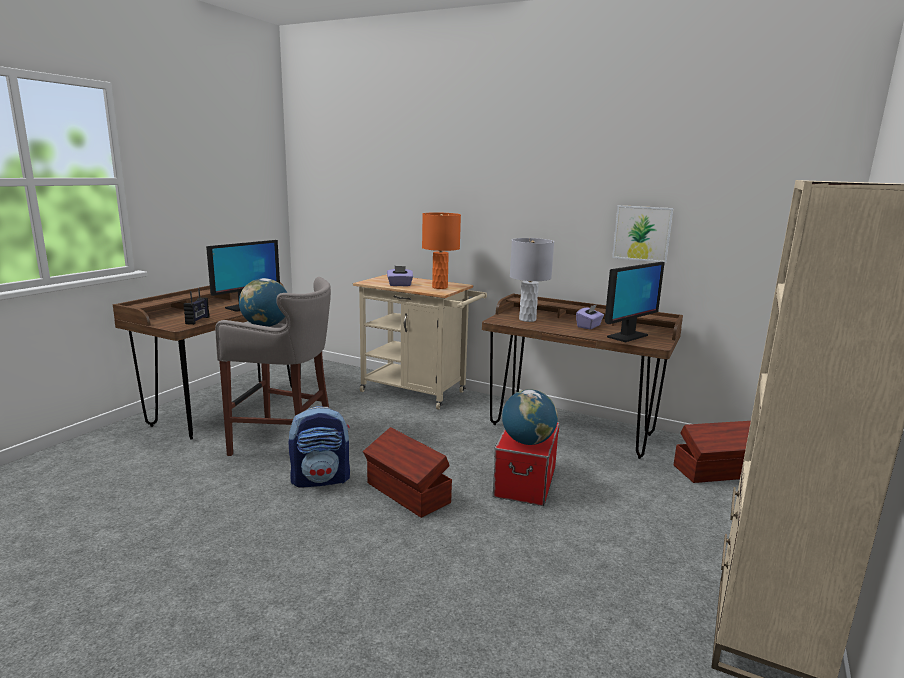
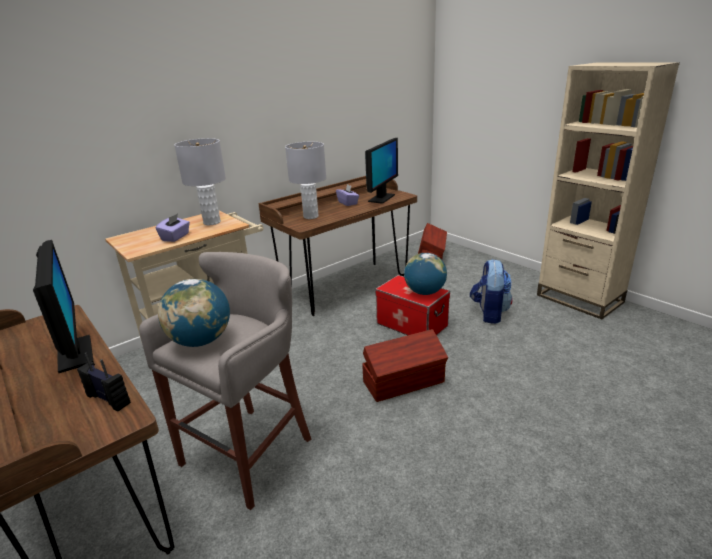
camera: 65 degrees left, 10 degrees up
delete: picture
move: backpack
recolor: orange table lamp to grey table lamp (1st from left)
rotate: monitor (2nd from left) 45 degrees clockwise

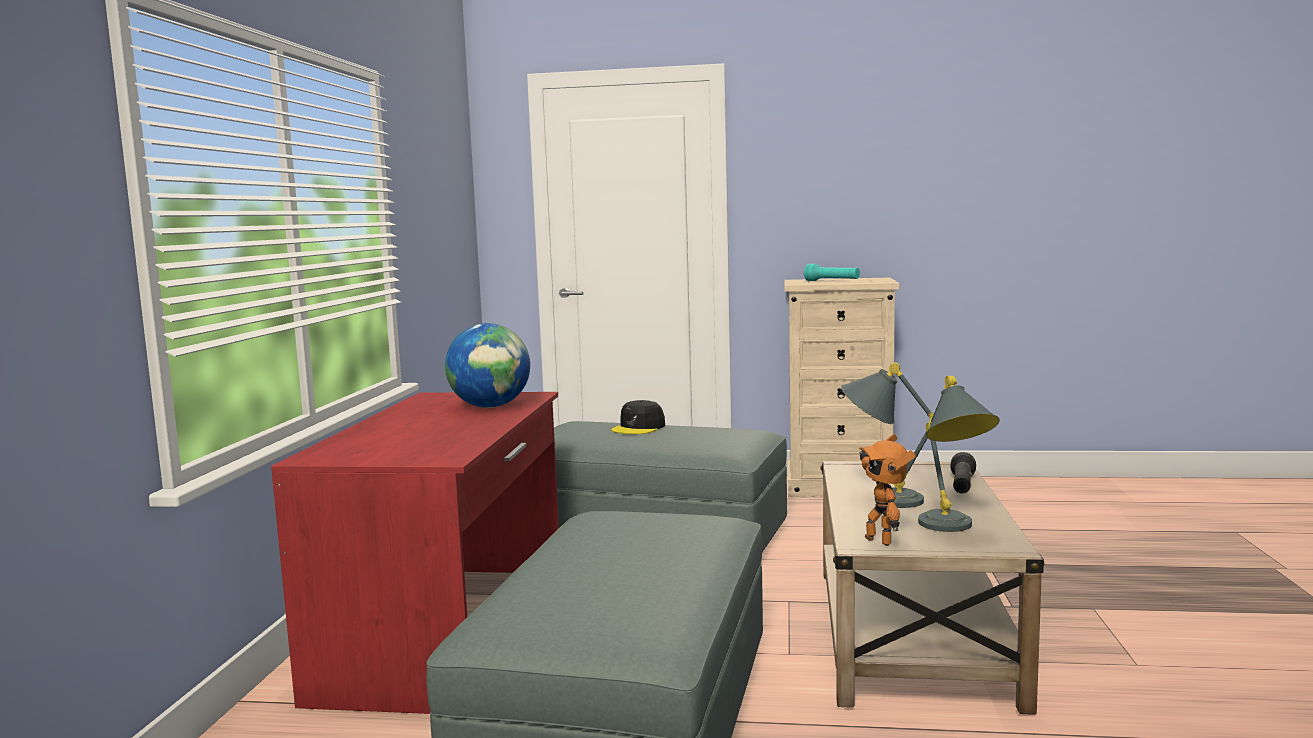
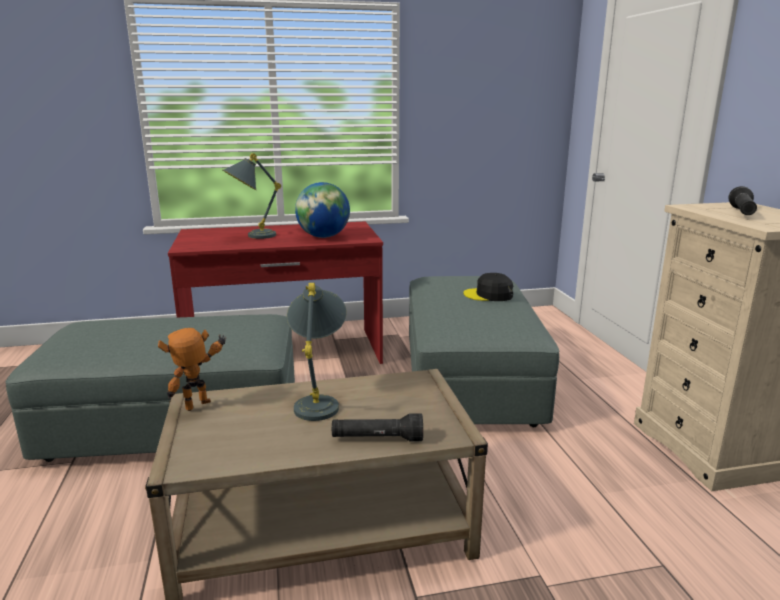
camera: 70 degrees right, 10 degrees up
move: grey table lamp (2nd from left in the first image) to grey table lamp (1st from left)
recolor: turquoise flashlight to black flashlight (2nd from left)

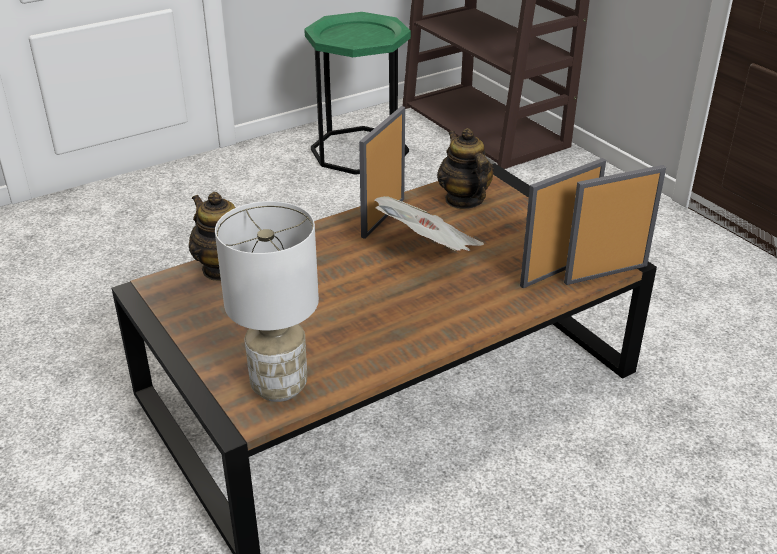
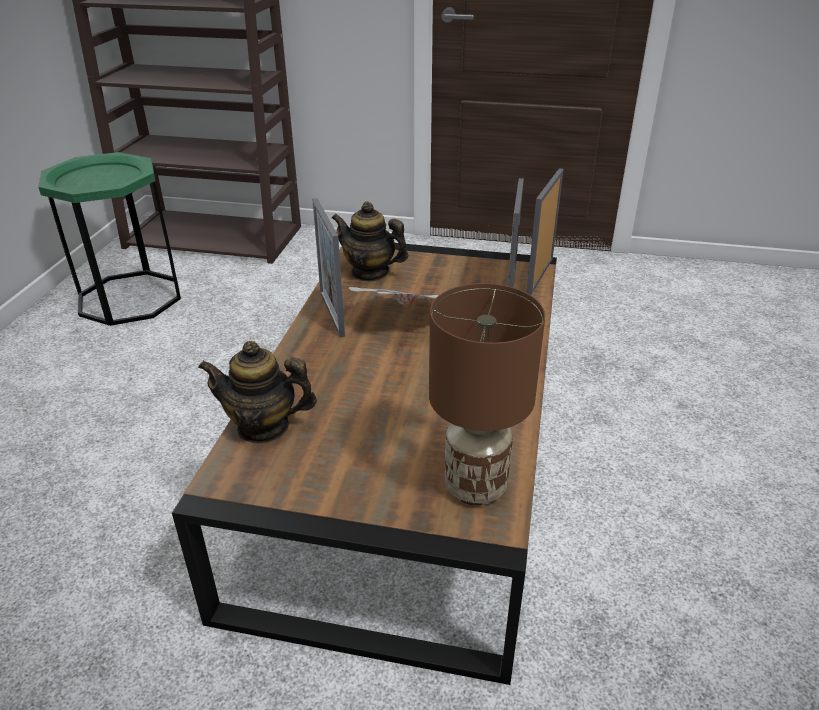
camera: 45 degrees left, 0 degrees up
recolor: white table lamp to brown table lamp

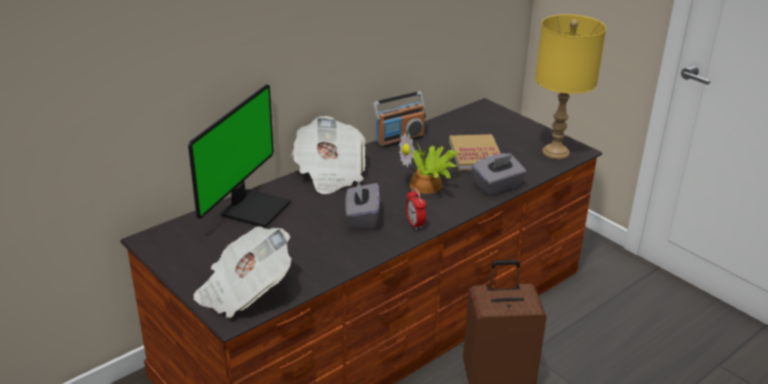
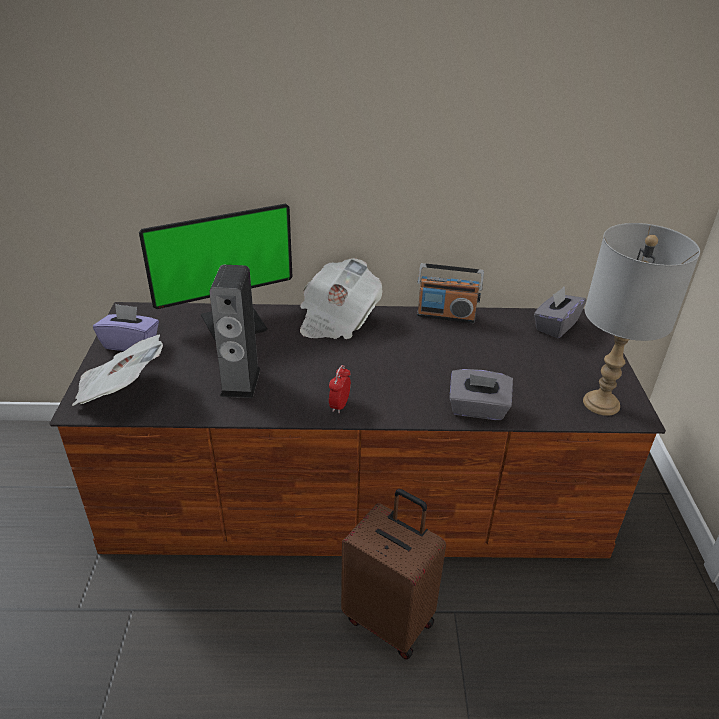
camera: 40 degrees right, 5 degrees up
delete: potted plant; book
insert: speaker; purple tissue box
move: grey tissue box (1st from left in the first image) to grey tissue box (2nd from left)
recolor: yellow table lamp to grey table lamp

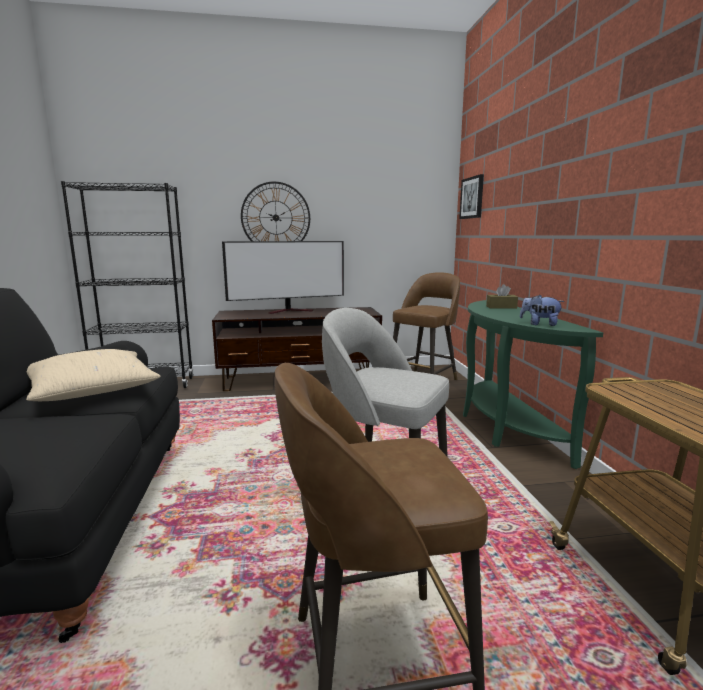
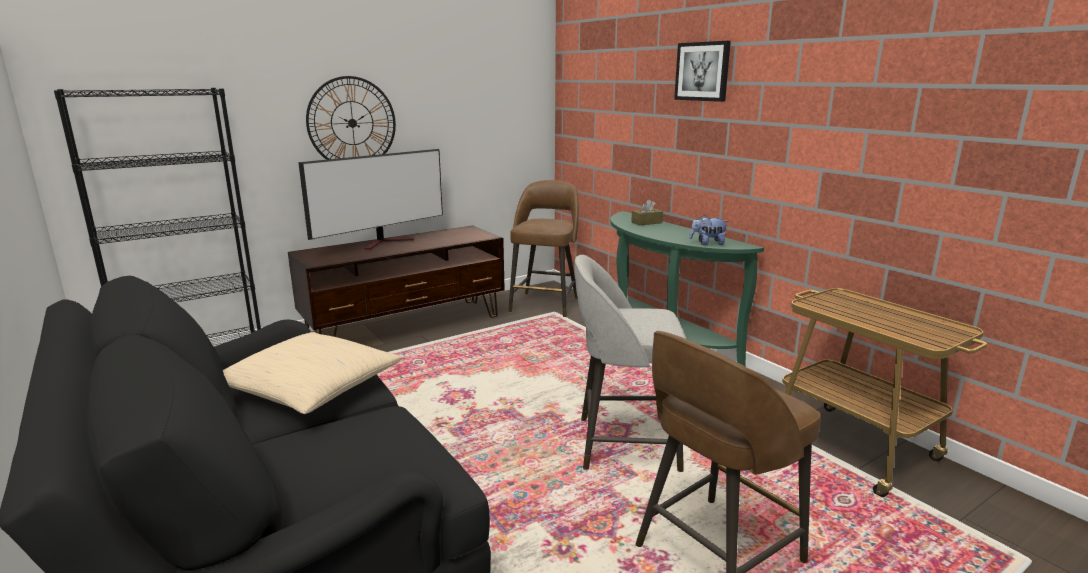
camera: 25 degrees left, 5 degrees up
move: picture

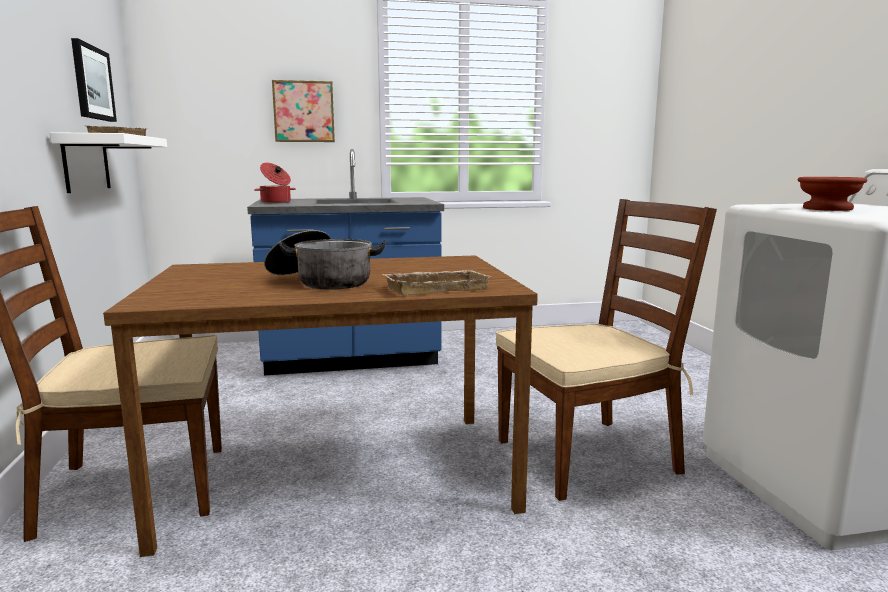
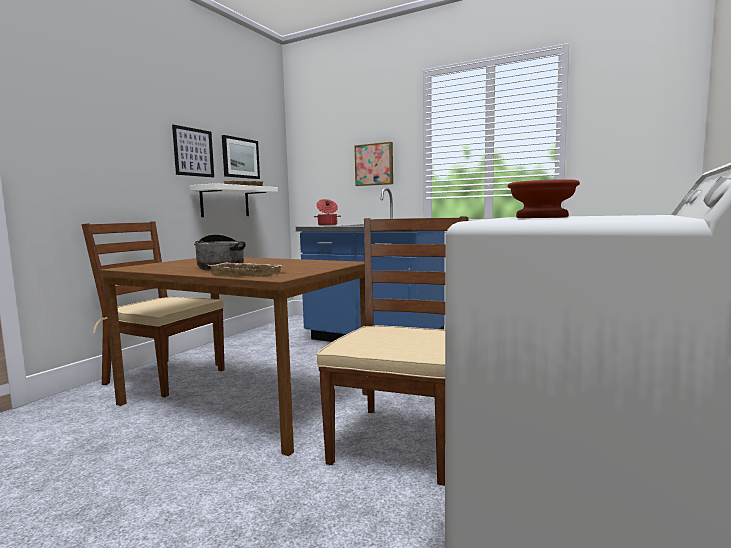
camera: 40 degrees right, 5 degrees down
insert: picture (1st from left)
rotate: brown chair (2nd from left) 90 degrees counterclockwise

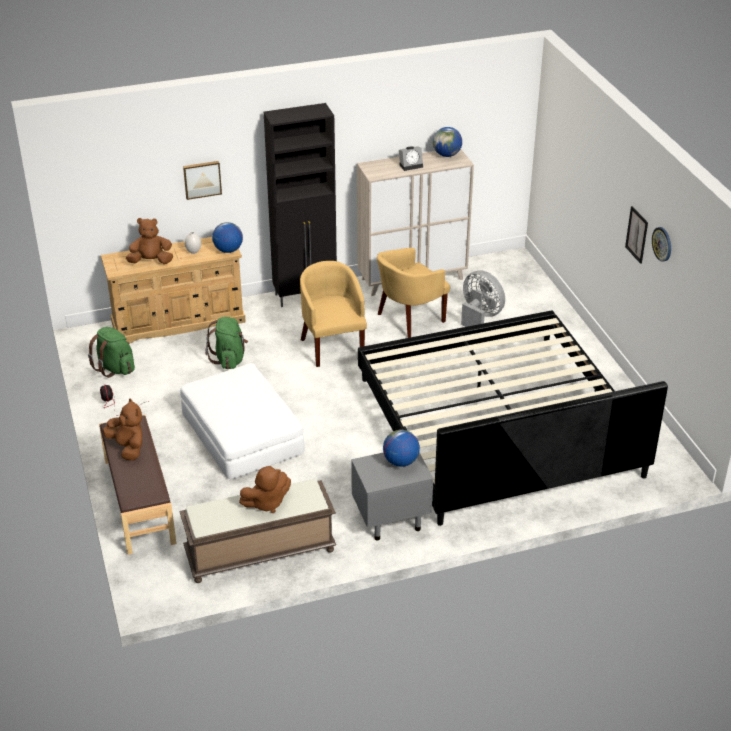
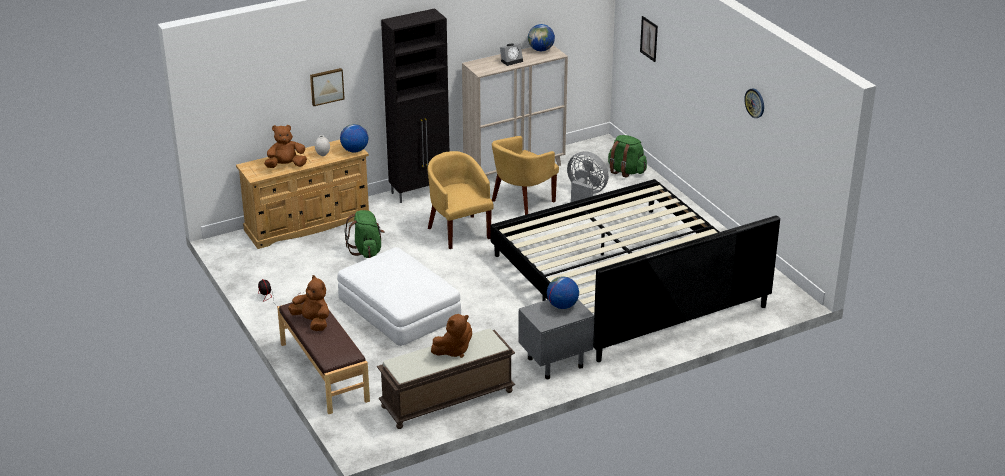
camera: 10 degrees left, 5 degrees down
move: picture (2nd from left); green backpack (1st from left in the first image) to green backpack (2nd from left)

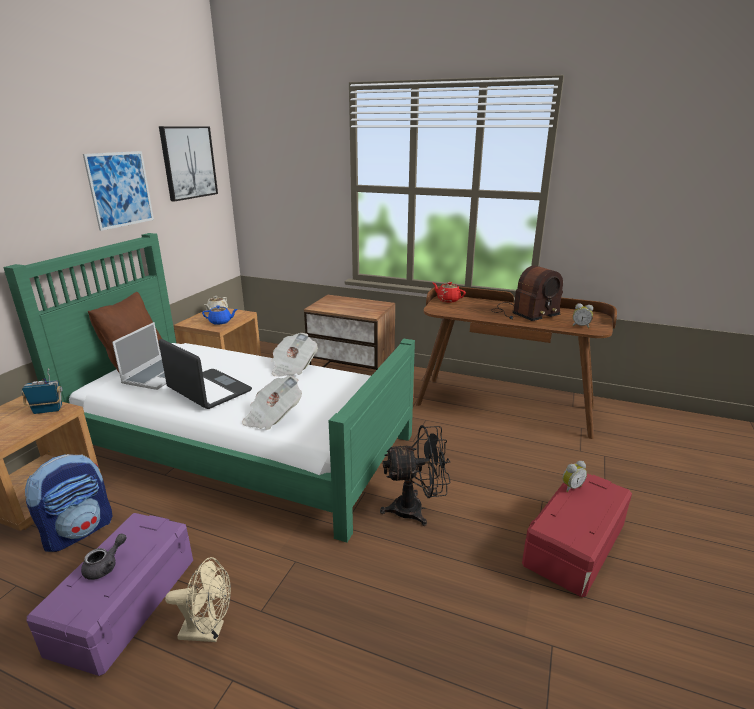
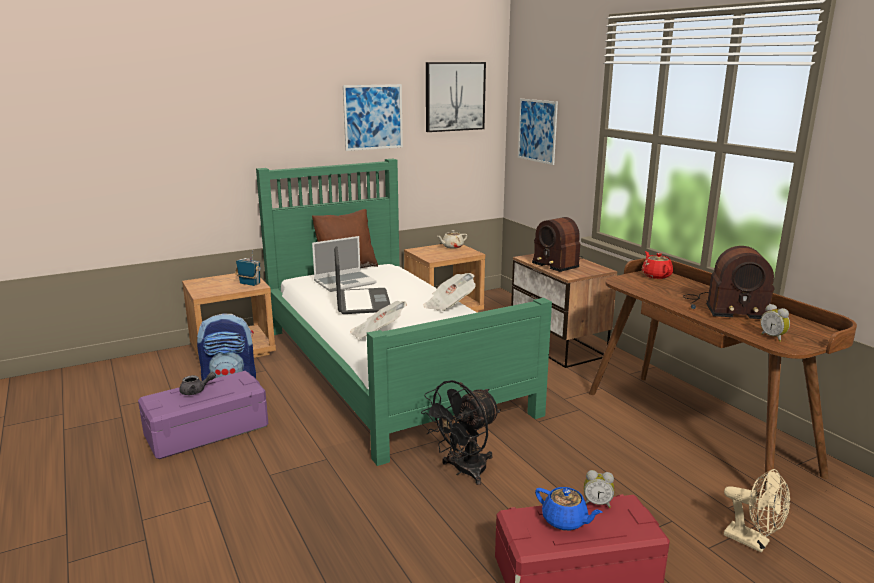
camera: 40 degrees right, 5 degrees down
insert: picture (3rd from left); radio (2nd from left)
move: blue teapot; beige fan
rotate: black fan 105 degrees clockwise

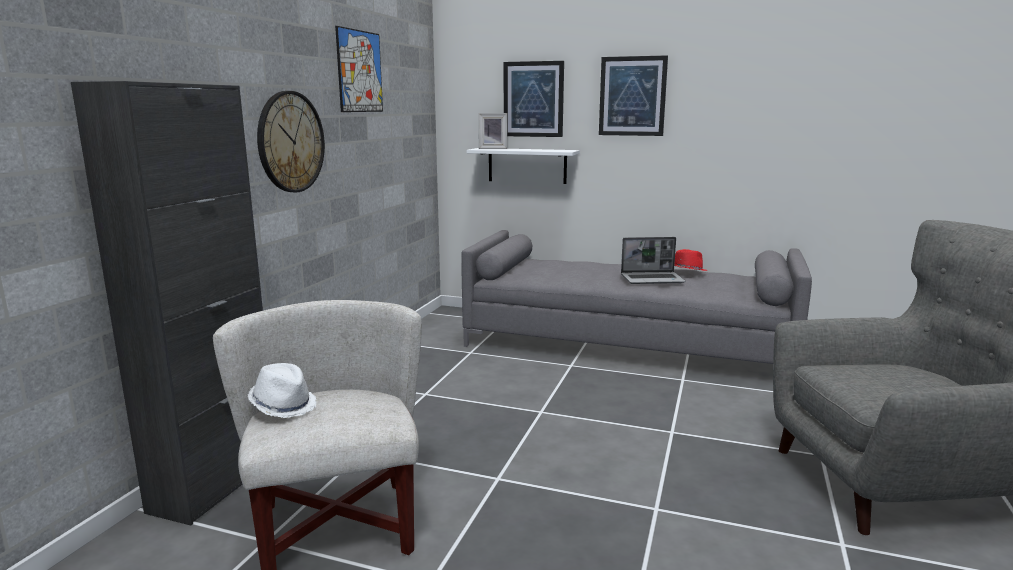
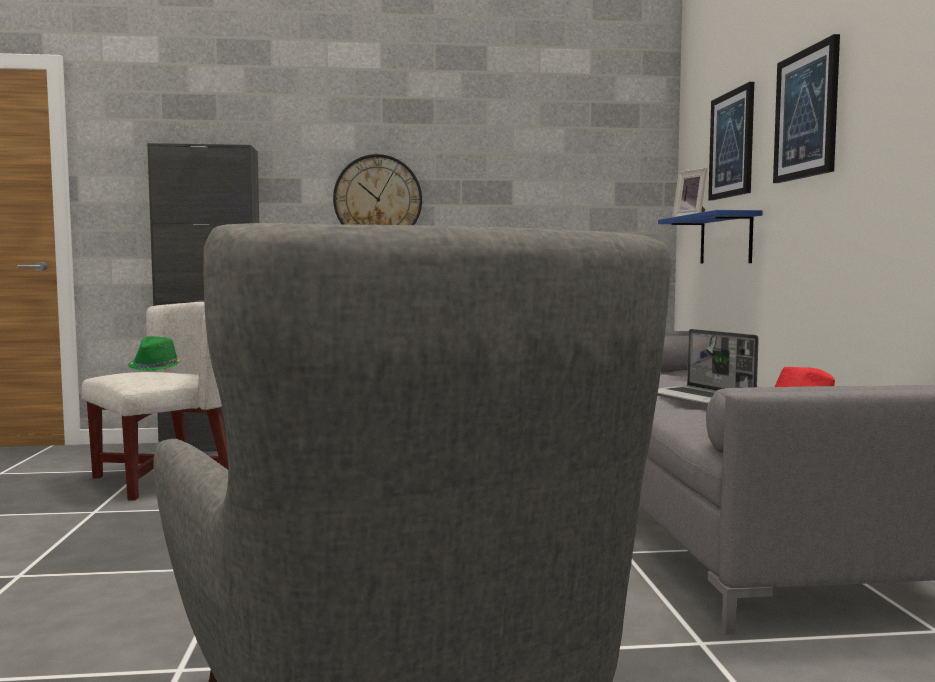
camera: 65 degrees right, 10 degrees down
delete: picture (1st from left)
recolor: white shelf to blue shelf; white hat to green hat

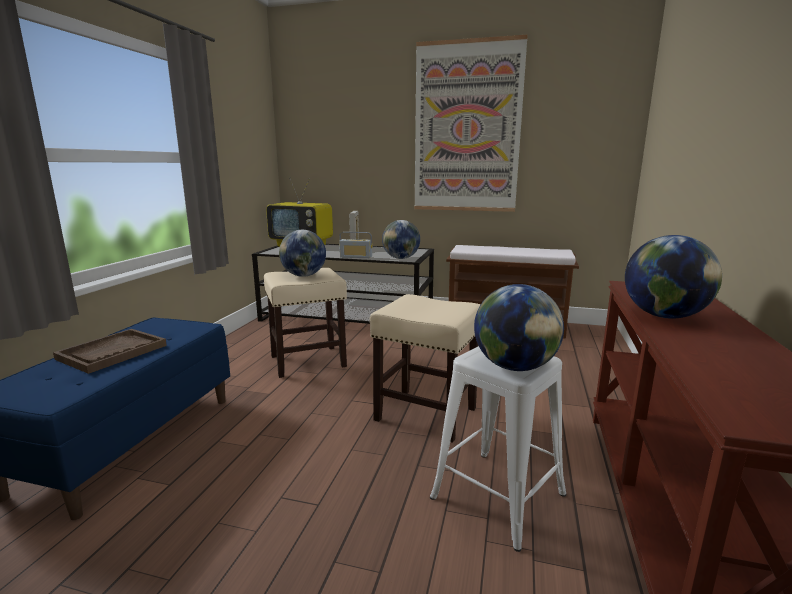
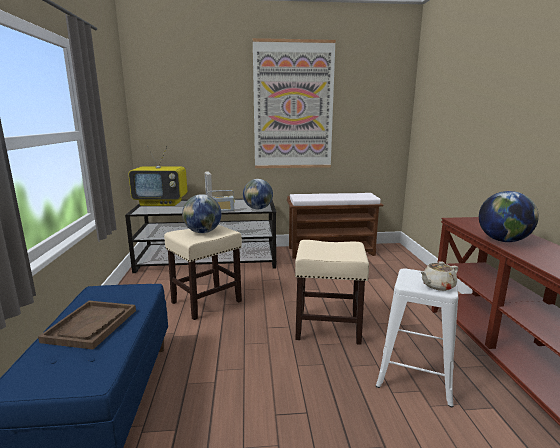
camera: 20 degrees left, 0 degrees up
replace: globe (3rd from left) to beige teapot

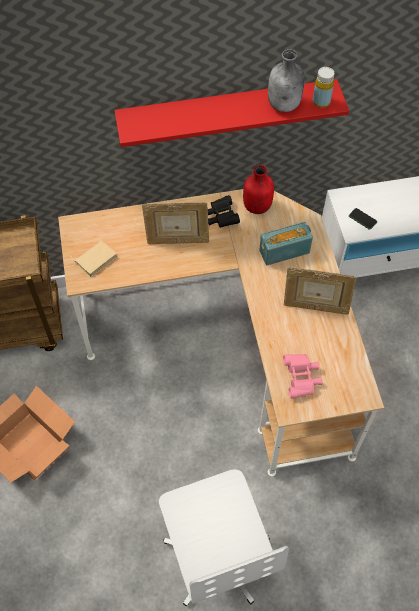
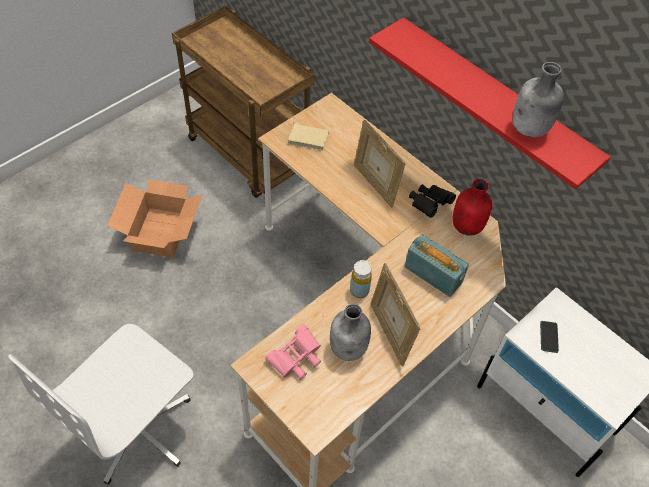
camera: 55 degrees right, 5 degrees down
insert: grey bottle (1st from left)
move: yellow bottle

